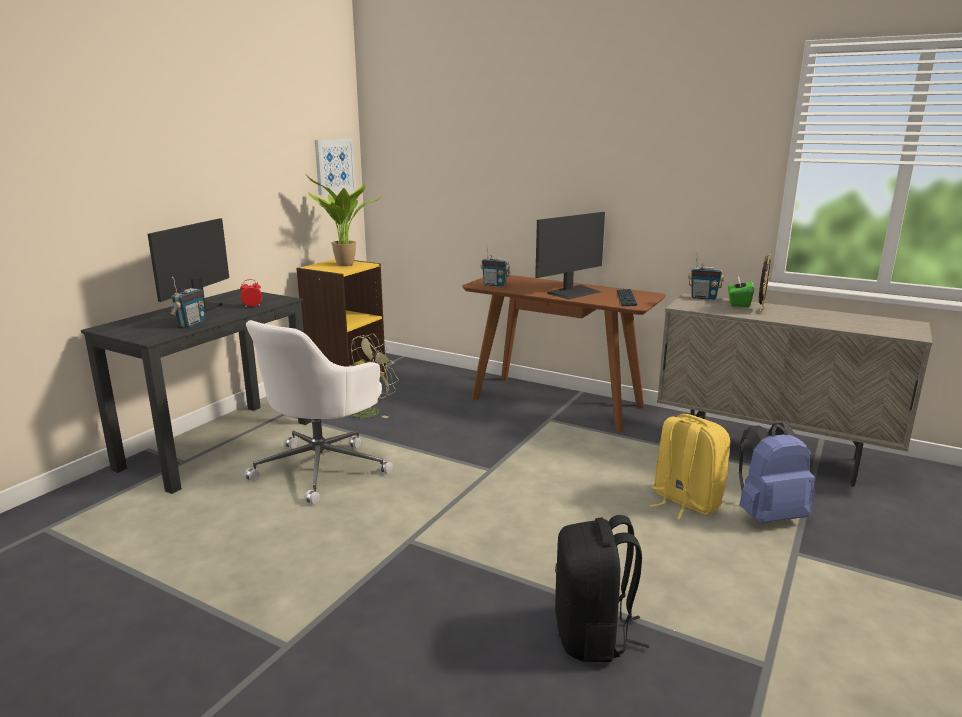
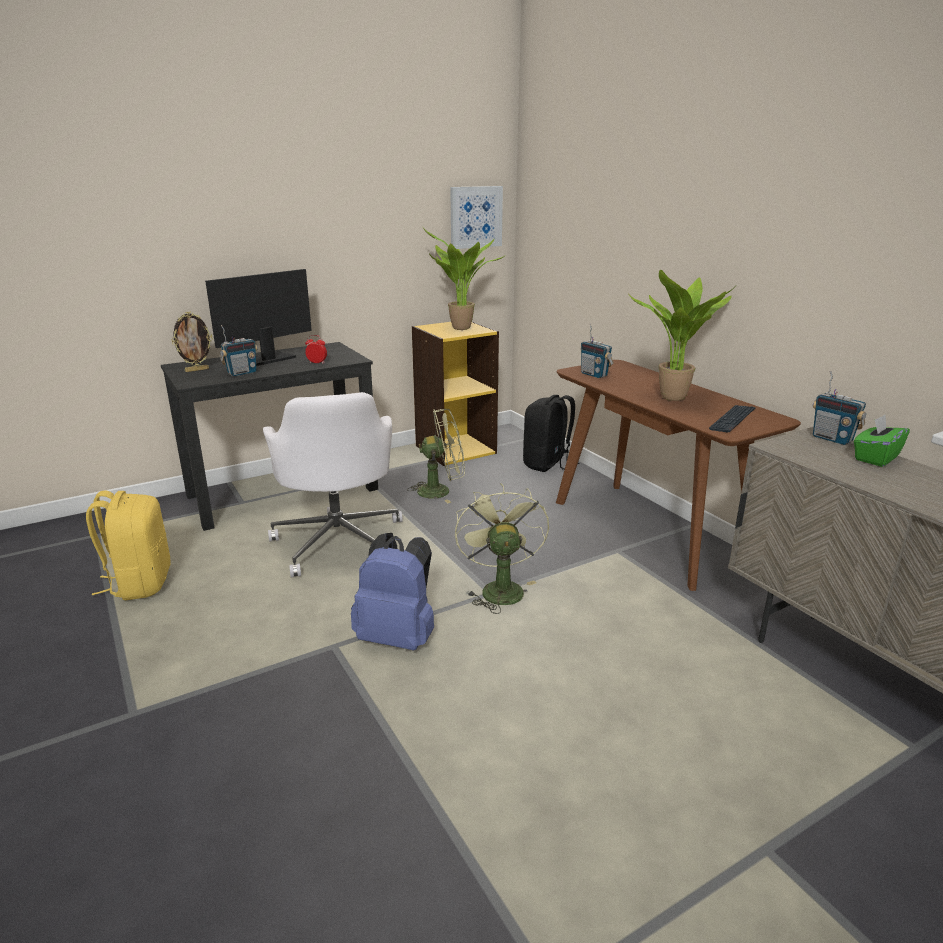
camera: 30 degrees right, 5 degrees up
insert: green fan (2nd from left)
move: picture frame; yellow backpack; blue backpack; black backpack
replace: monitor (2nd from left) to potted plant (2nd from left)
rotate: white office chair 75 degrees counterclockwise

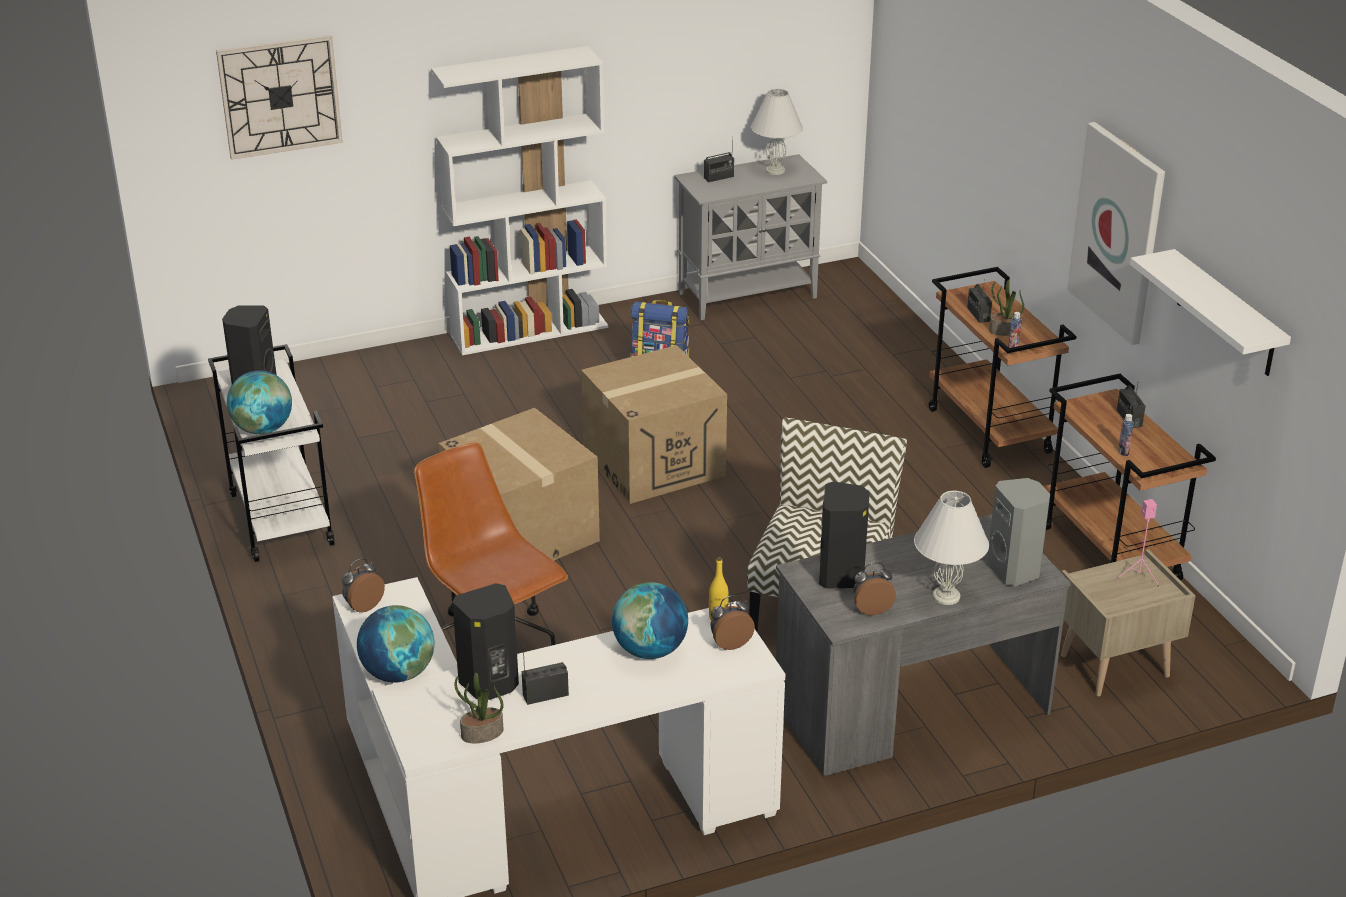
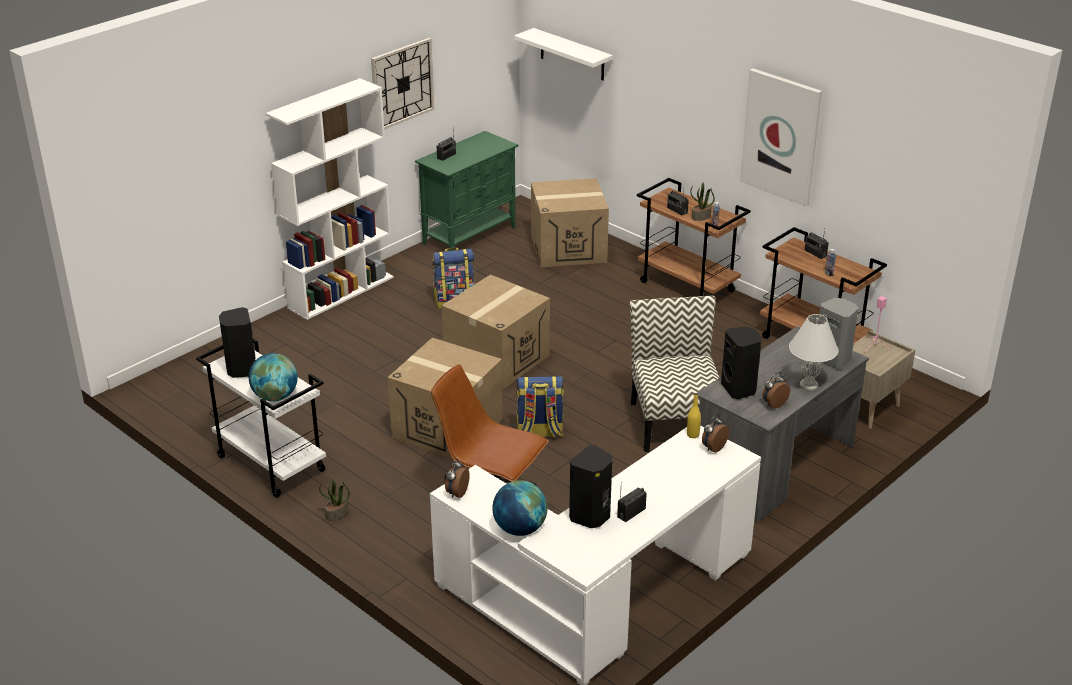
camera: 25 degrees left, 0 degrees up
delete: white table lamp (1st from left); globe (3rd from left)
insert: cardboard box (3rd from left); backpack (2nd from left)
move: wall clock; white shelf; potted plant (1st from left)
recolor: grey cabinet to green cabinet

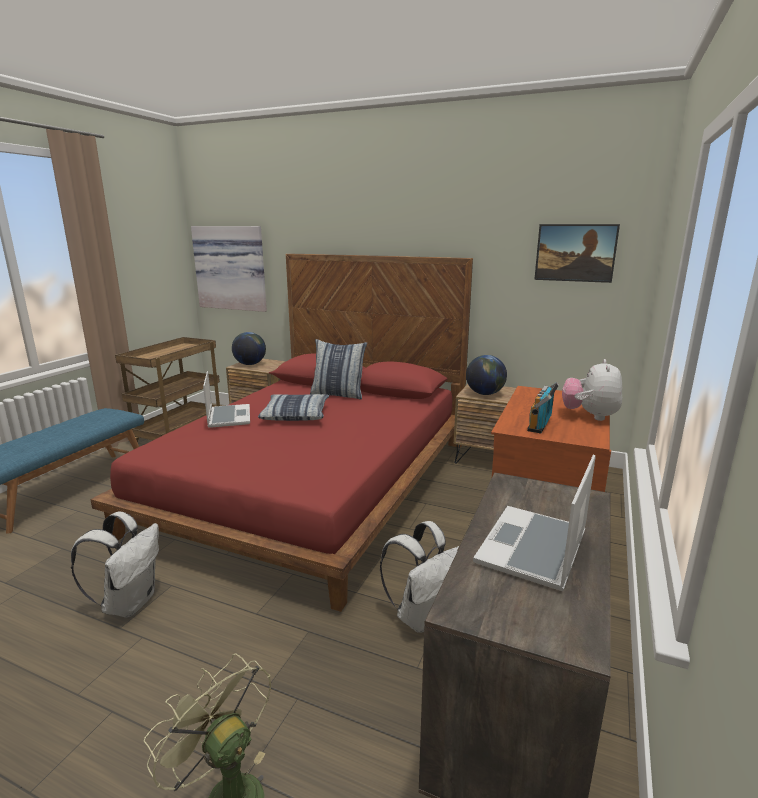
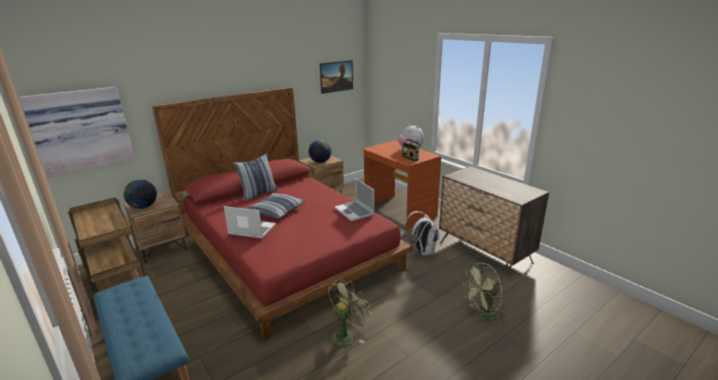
camera: 60 degrees left, 5 degrees up
move: laptop (2nd from left)
replace: white backpack (1st from left) to green fan (1st from left)

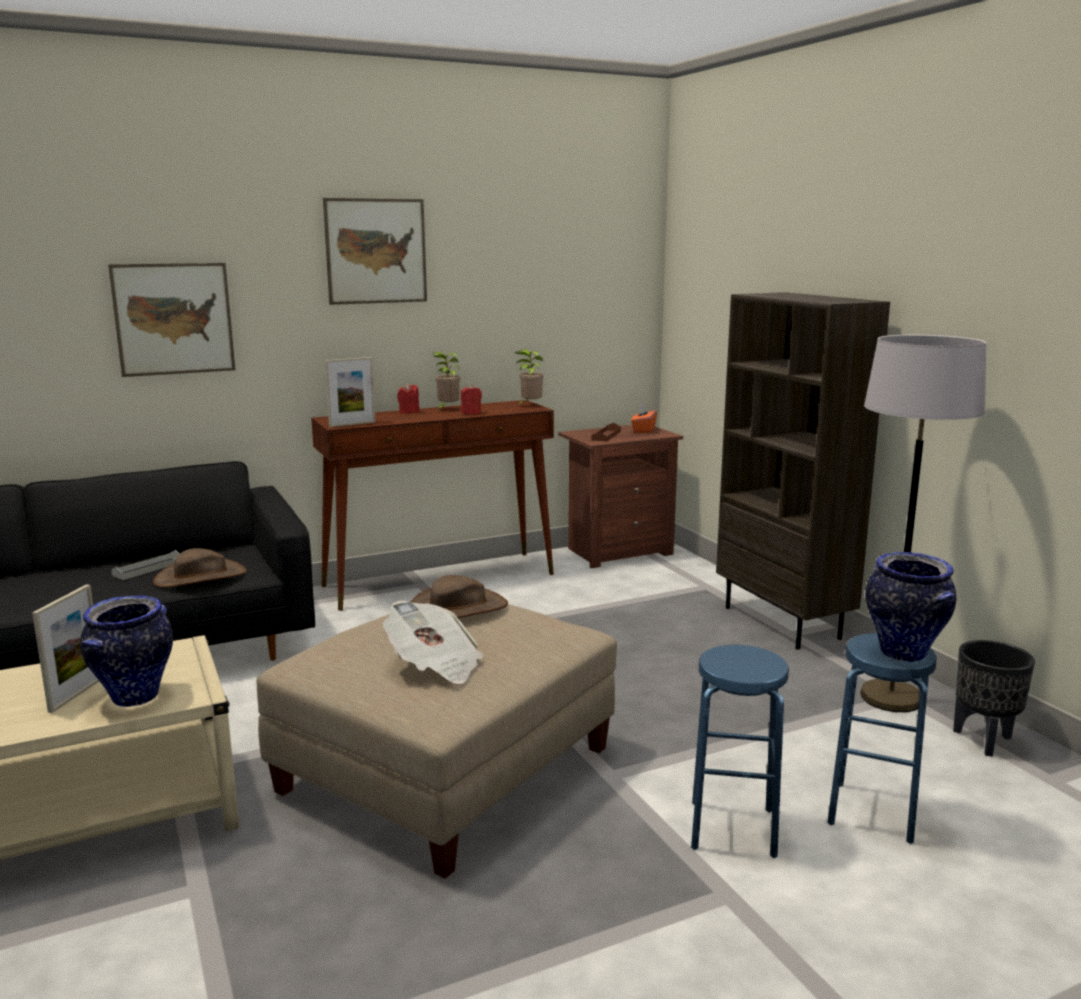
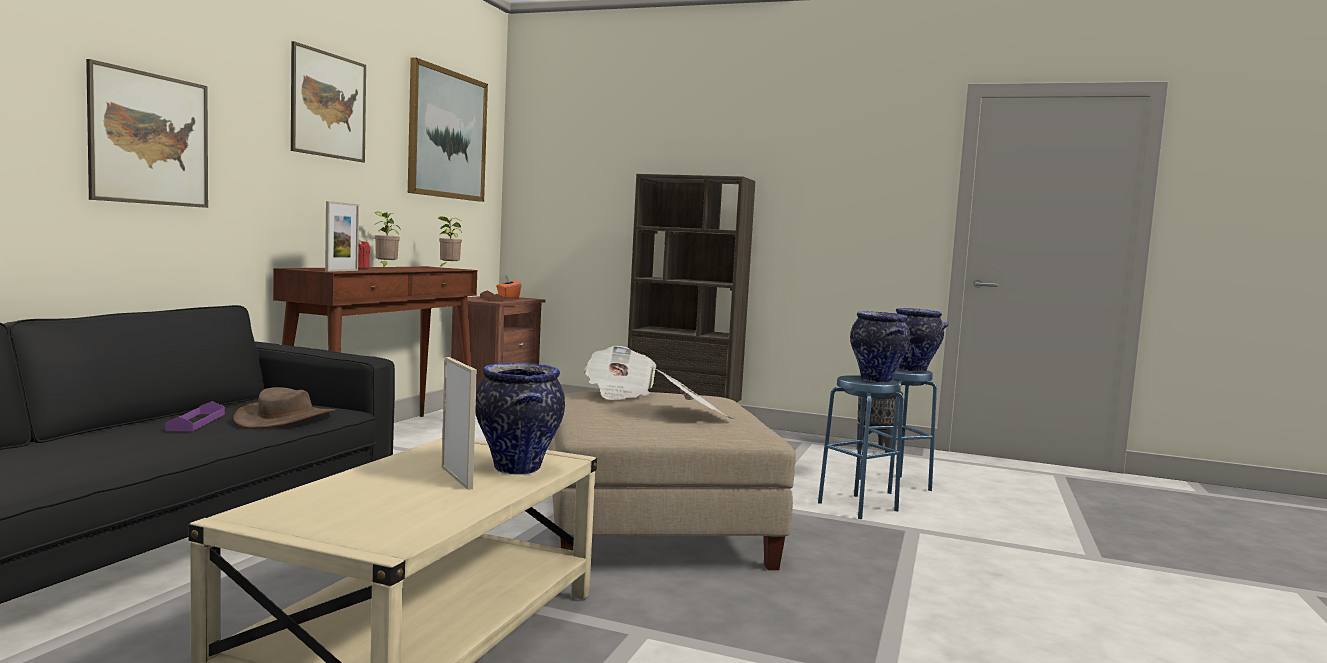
camera: 45 degrees left, 10 degrees down
delete: grey floor lamp; red candle (2nd from left)
insert: picture (3rd from left); vase (2nd from left)
replace: brown hat (2nd from left) to newspaper (1st from left)
recolor: grey tray to purple tray

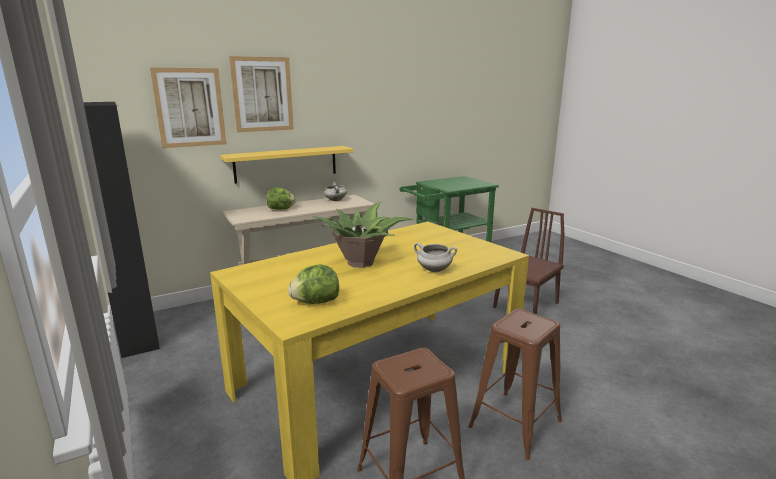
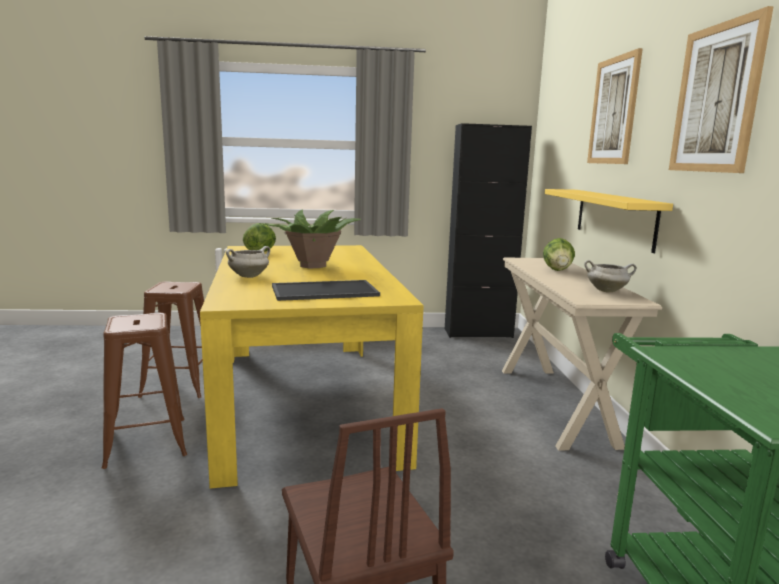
camera: 115 degrees right, 5 degrees down
insert: tray
move: picture (1st from left in the first image) to picture (2nd from left)

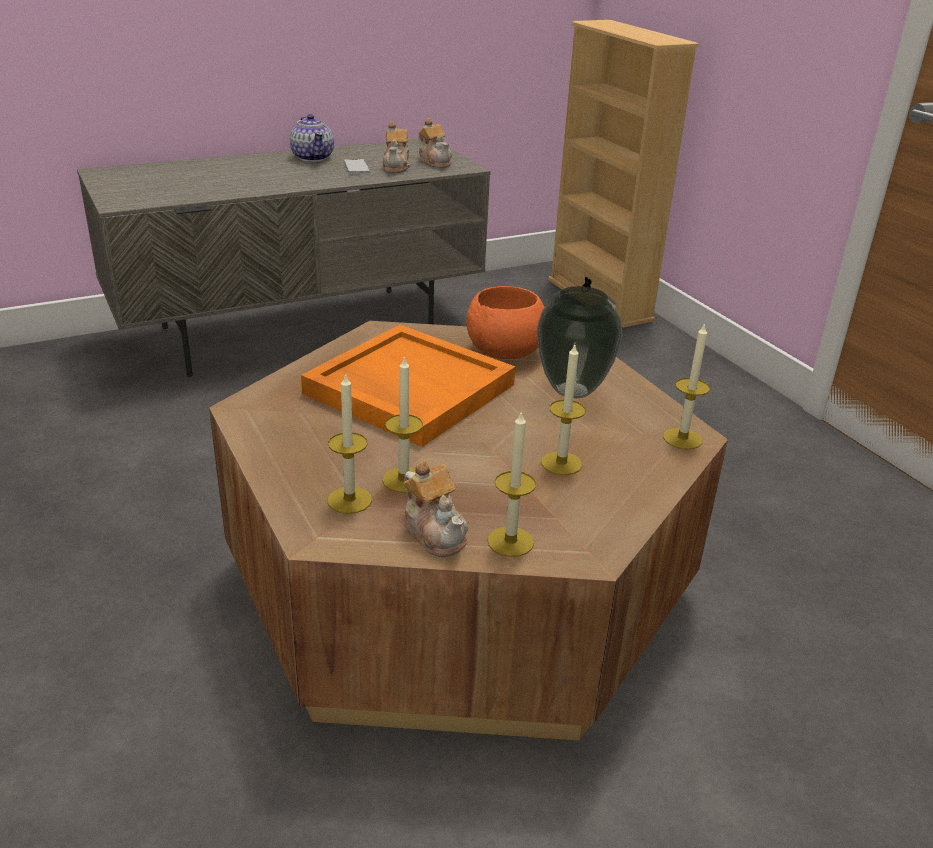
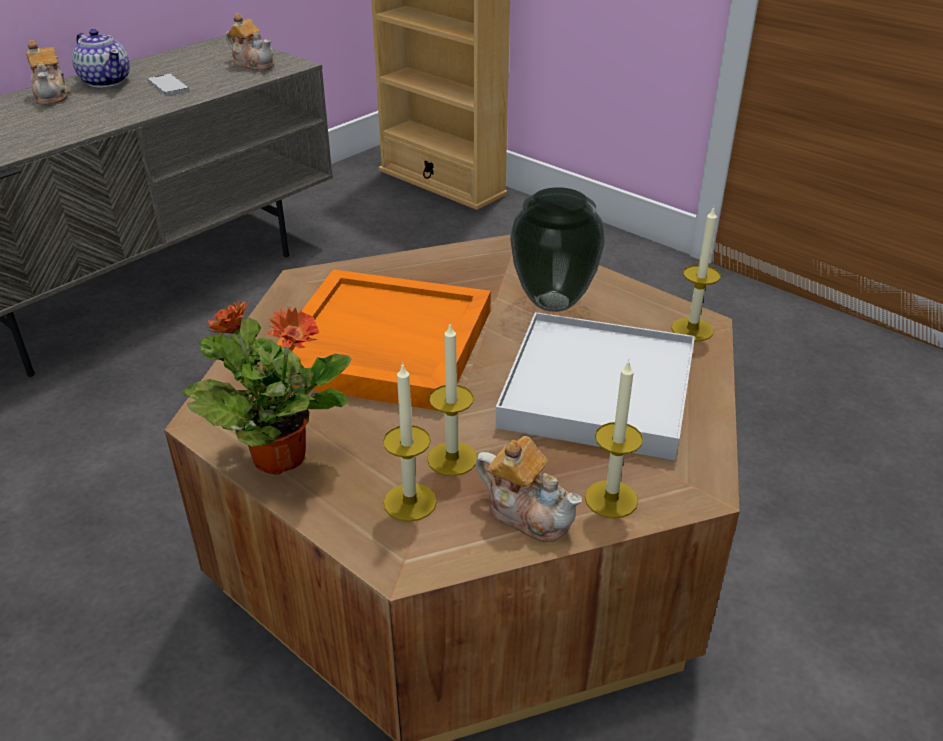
camera: 20 degrees left, 5 degrees up
delete: orange bowl
insert: potted plant
move: teapot (2nd from left in the first image) to teapot (1st from left)
replace: candle (4th from left) to white tray

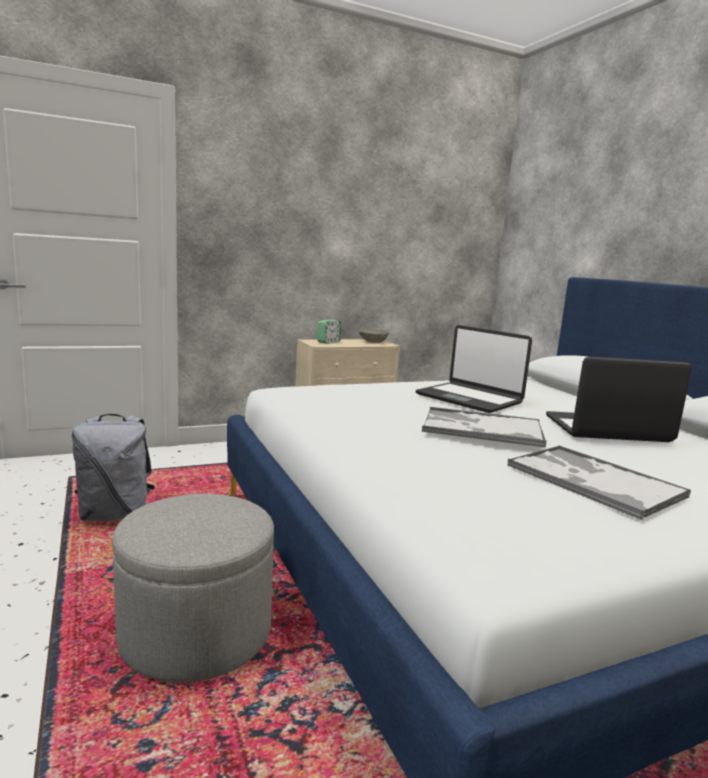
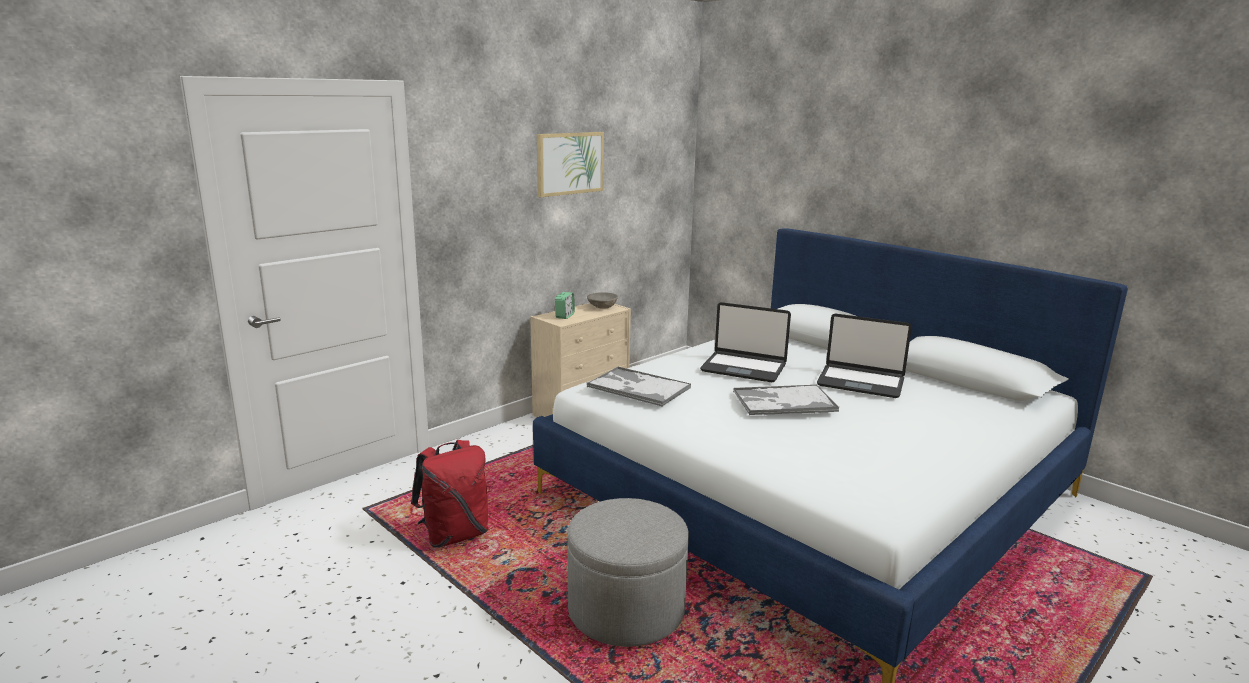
camera: 20 degrees left, 5 degrees up
insert: picture
move: tray (2nd from left in the first image) to tray (1st from left)
recolor: grey backpack to red backpack
rotate: laptop (2nd from left) 135 degrees counterclockwise

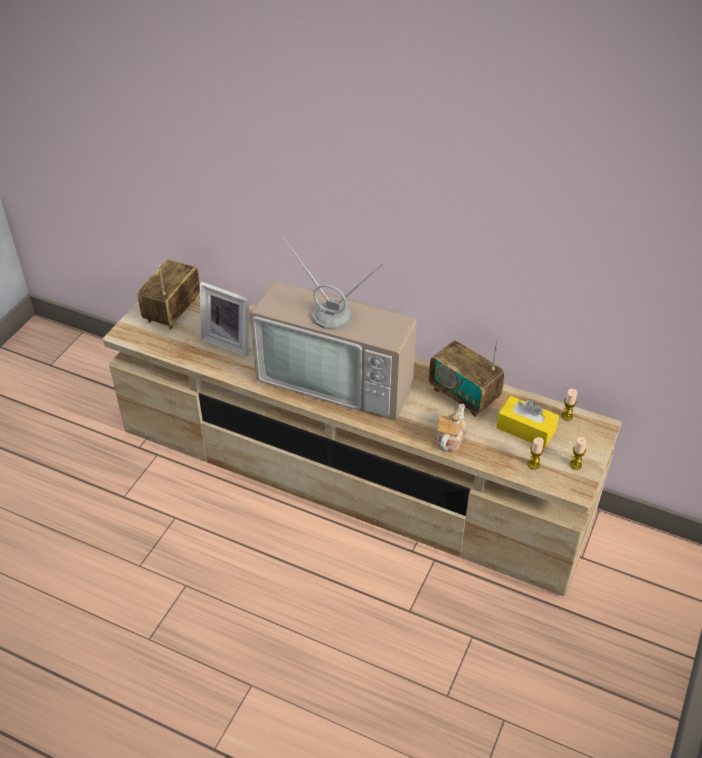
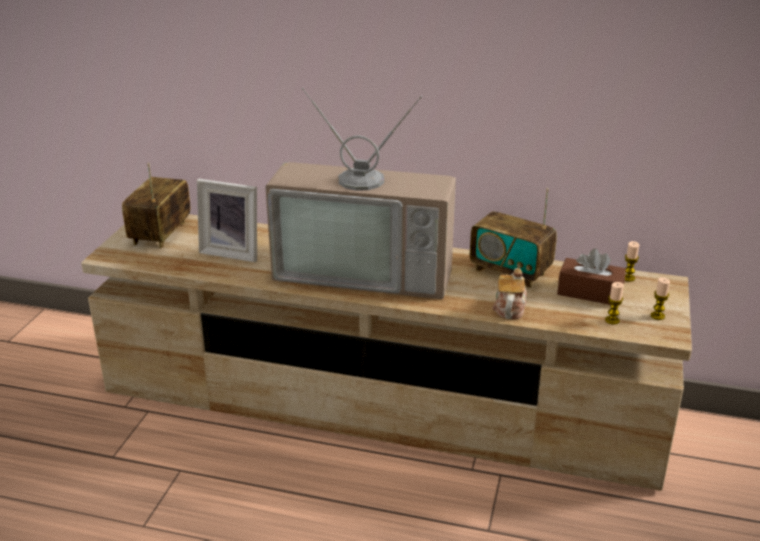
camera: 10 degrees left, 15 degrees down
recolor: yellow tissue box to brown tissue box

